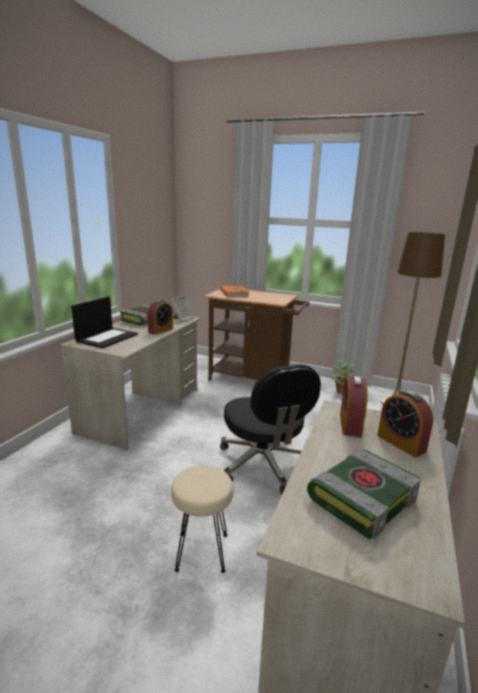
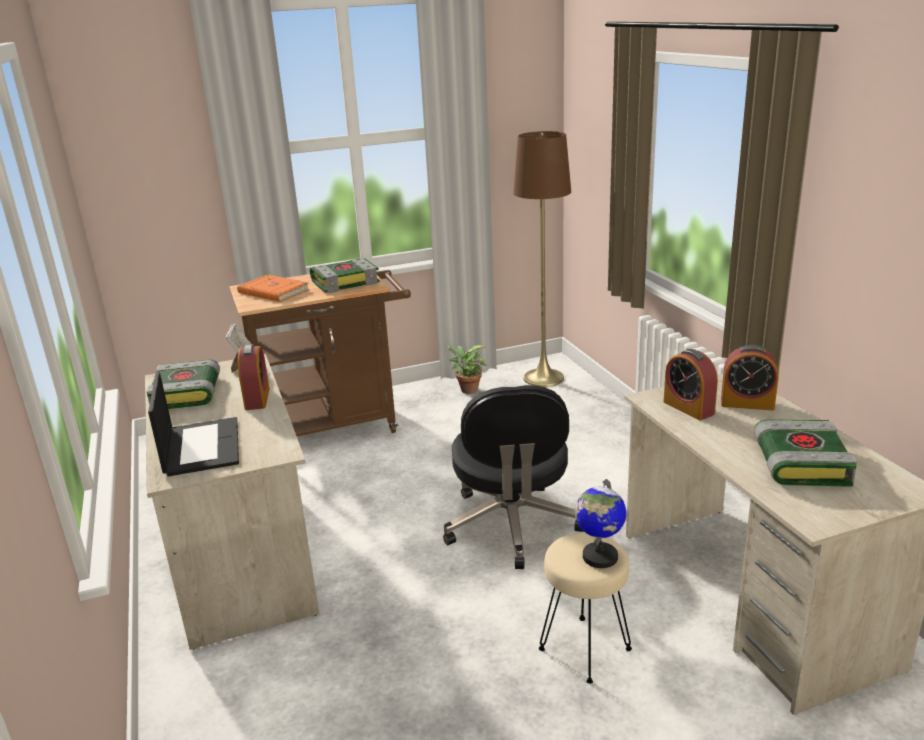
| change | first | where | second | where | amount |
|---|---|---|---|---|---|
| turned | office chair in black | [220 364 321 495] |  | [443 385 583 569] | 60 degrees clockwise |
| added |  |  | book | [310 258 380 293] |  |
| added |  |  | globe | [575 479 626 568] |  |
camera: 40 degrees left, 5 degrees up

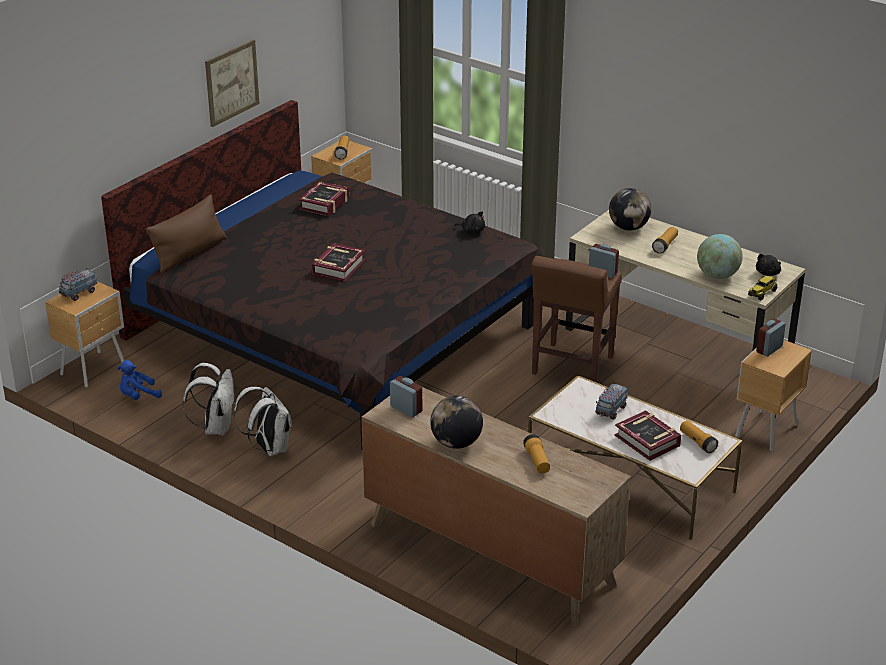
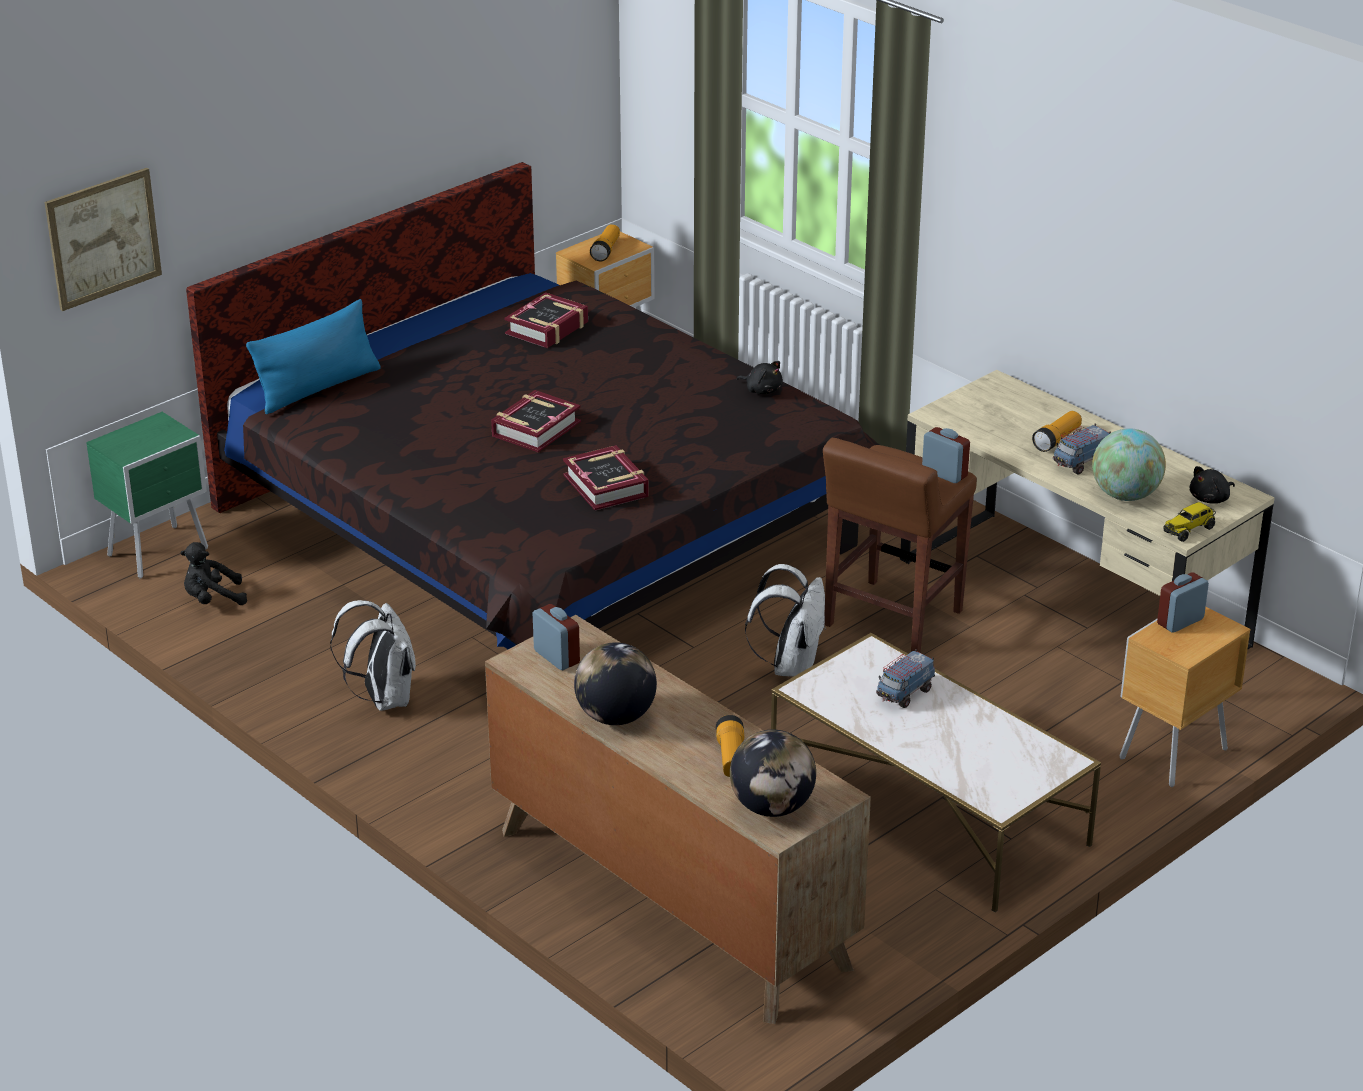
| change | first | where | second | where | amount |
|---|---|---|---|---|---|
| moved | picture | [205 40 259 127] |  | [45 168 162 311] |  |
| moved | globe | [609 188 651 231] |  | [730 730 816 817] |  |
| recoloured | pillow in brown | [146 195 226 273] | pillow in blue | [246 299 381 414] |  |
| moved | toy truck | [59 268 97 301] |  | [1053 424 1111 475] |  |
| recoloured | nightstand in brown | [45 281 125 388] | nightstand in green | [86 412 208 579] |  |
| recoloured | plush toy in blue | [117 360 162 400] | plush toy in black | [180 542 247 605] |  |
| moved | backpack in white | [182 363 235 436] |  | [745 564 826 677] |  |
| moved | book | [615 410 681 461] |  | [563 445 649 511] |  |
| removed | flashlight | [680 420 718 453] |  |  |  |
camera: 10 degrees right, 0 degrees up

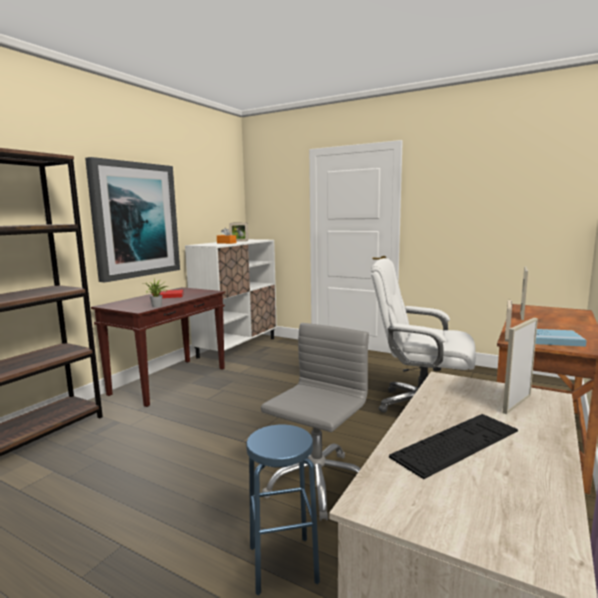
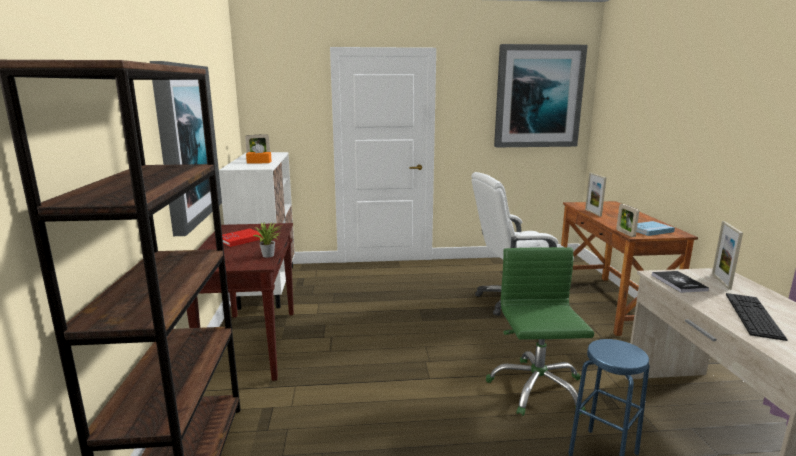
| change | first | where | second | where | amount |
|---|---|---|---|---|---|
| recoloured | office chair in grey | [261 323 369 521] | office chair in green | [486 247 594 416] |  |
| added |  |  | picture | [494 44 588 147] |  |
| added |  |  | book | [652 271 709 293] |  |
camera: 35 degrees left, 5 degrees up

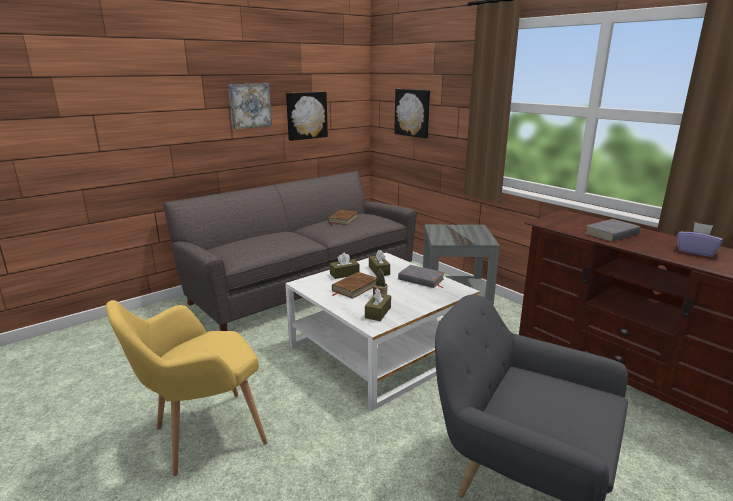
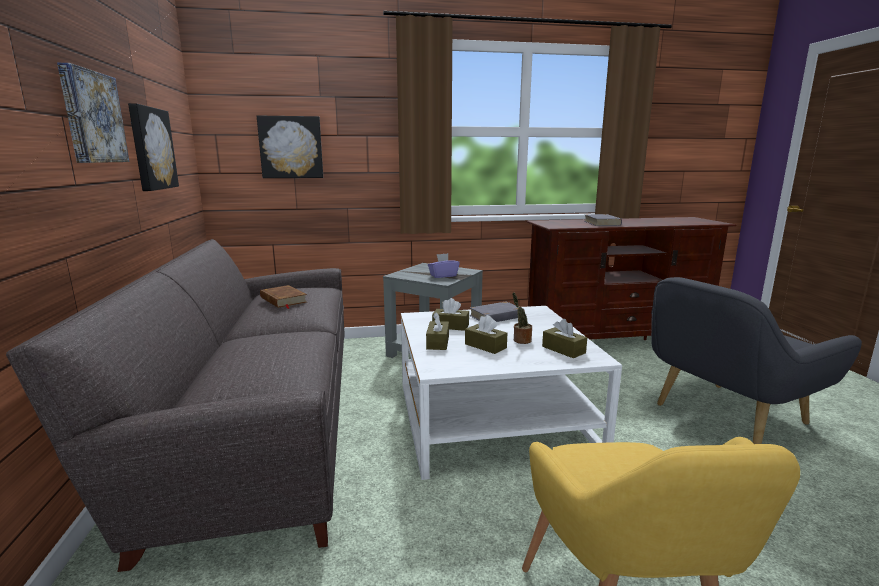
| change | first | where | second | where | amount |
|---|---|---|---|---|---|
| moved | tissue box in purple | [678 222 722 257] |  | [428 253 460 278] |  |
| replaced | book in brown | [332 272 376 299] | tissue box in brown | [465 315 507 354] |  |
camera: 60 degrees left, 5 degrees down

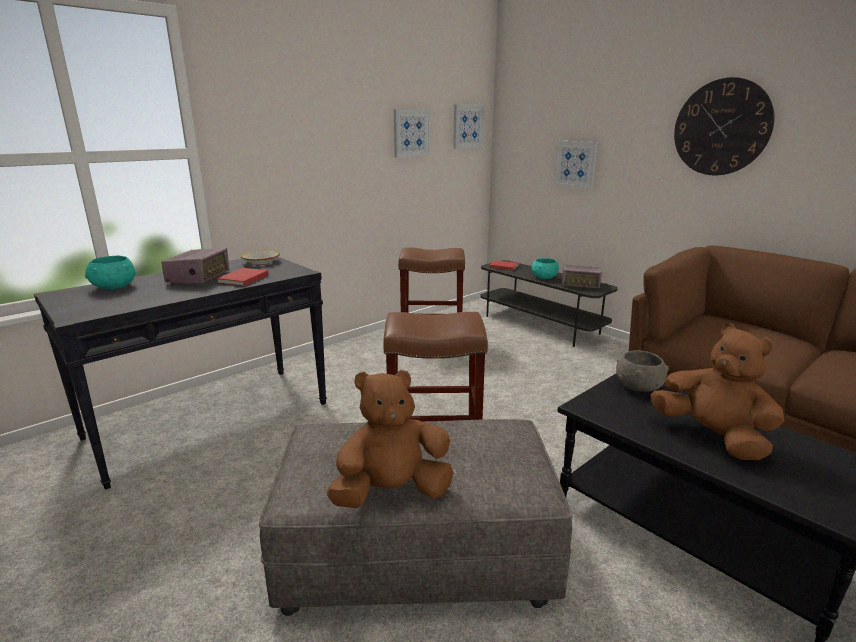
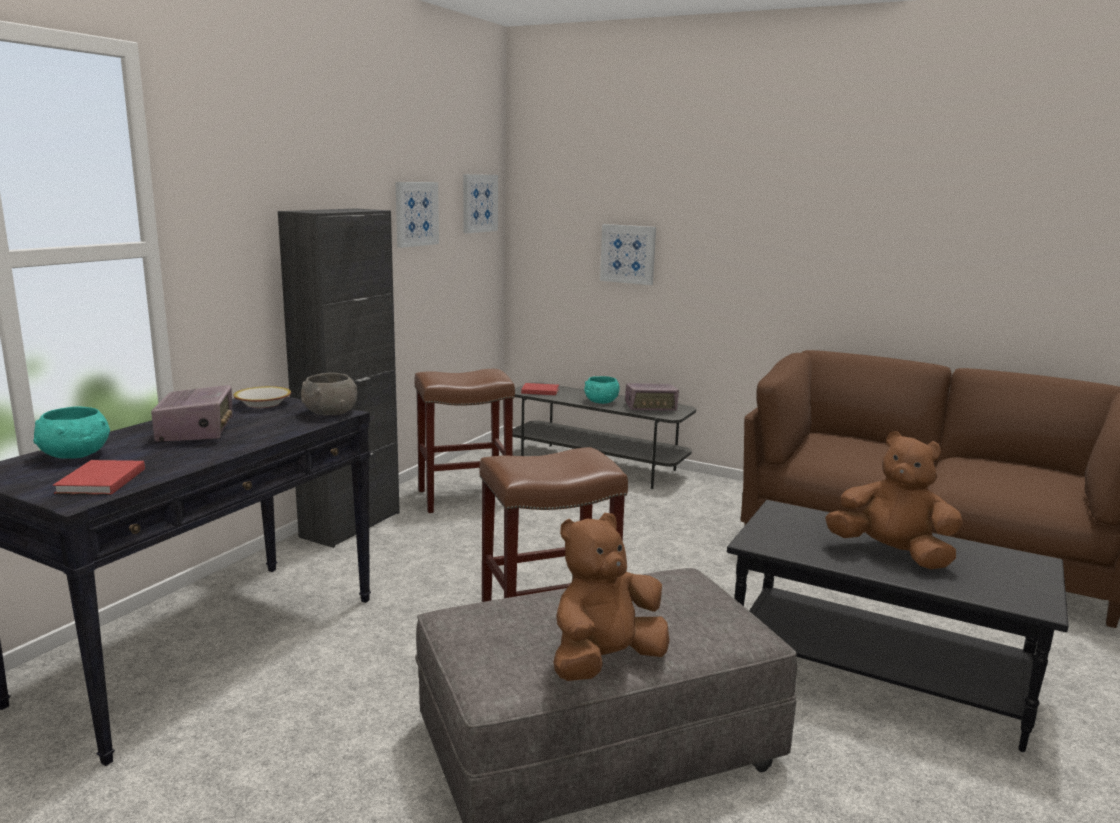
| change | first | where | second | where | amount |
|---|---|---|---|---|---|
| removed | wall clock | [674 77 774 175] |  |  |  |
| moved | book in red | [216 268 269 286] |  | [53 460 145 495] |  |
| moved | bowl in grey | [616 350 669 392] |  | [301 373 357 416] |  |
| added |  |  | cabinet in black | [278 208 400 548] |  |
camera: 20 degrees left, 5 degrees down

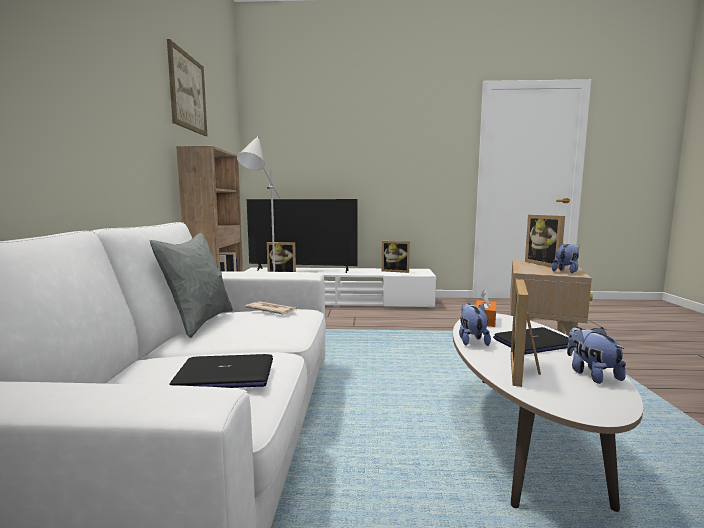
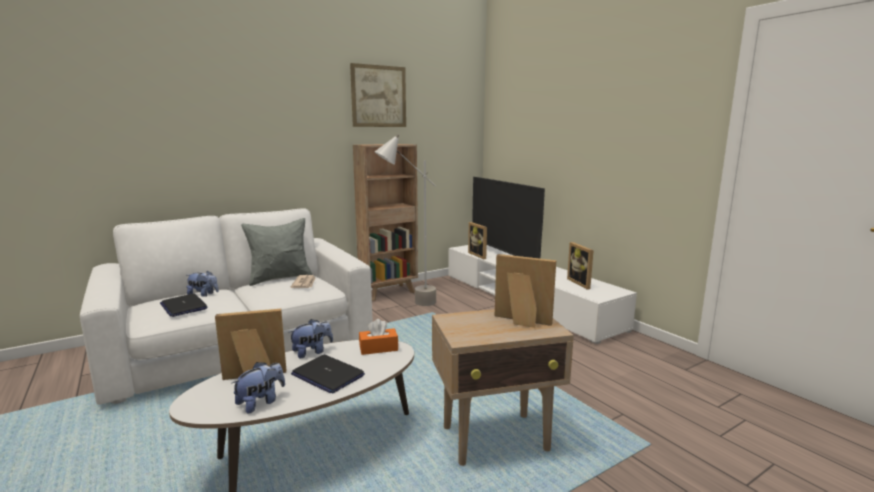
| change | first | where | second | where | amount |
|---|---|---|---|---|---|
| turned | picture frame | [525 215 565 269] |  | [495 254 556 328] | 75 degrees clockwise |
| moved | plush toy | [552 242 579 273] |  | [187 270 219 297] |  |
camera: 55 degrees right, 5 degrees up

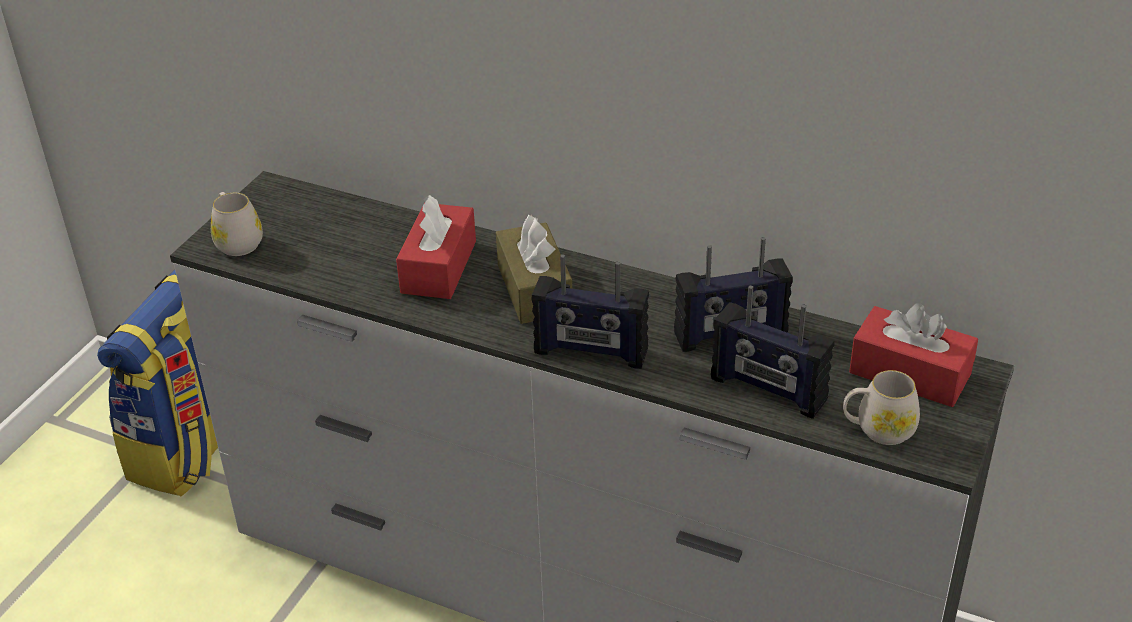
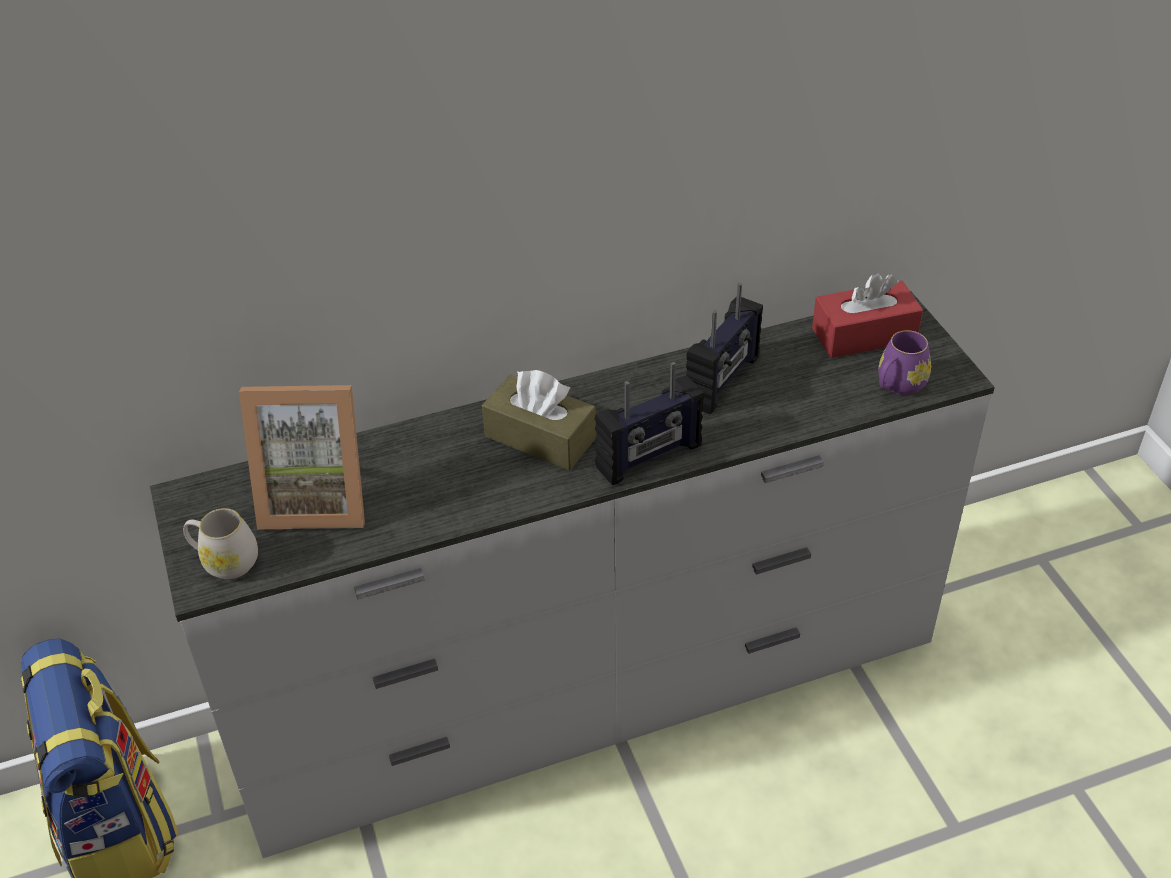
| change | first | where | second | where | amount |
|---|---|---|---|---|---|
| removed | tissue box in red | [396 195 476 299] |  |  |  |
| removed | radio | [711 286 834 419] |  |  |  |
| recoloured | mug in white | [843 370 920 445] | mug in purple | [878 330 931 395] |  |
| added |  |  | picture frame | [239 385 365 529] |  |
camera: 45 degrees left, 5 degrees up

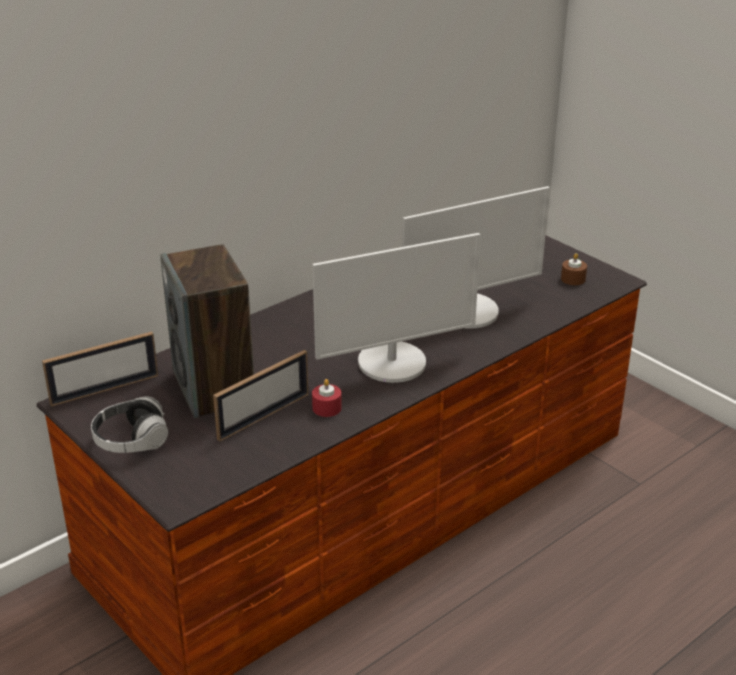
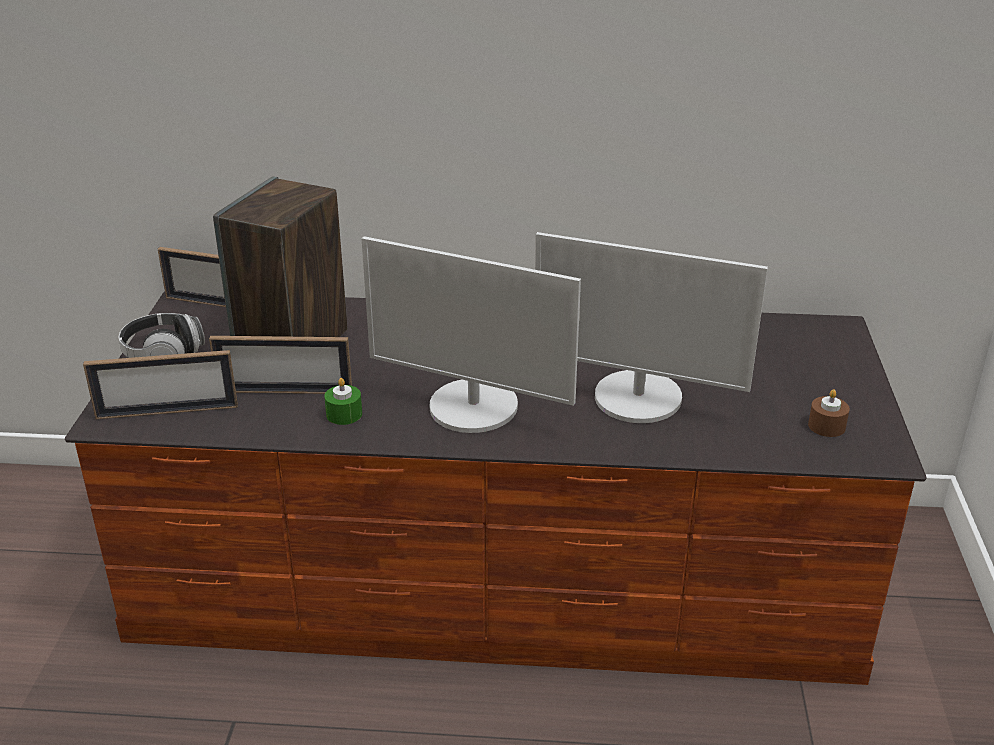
| change | first | where | second | where | amount |
|---|---|---|---|---|---|
| recoloured | candle in red | [312 379 342 417] | candle in green | [324 378 362 425] |  |
| added |  |  | picture frame | [83 350 238 419] |  |
camera: 45 degrees right, 0 degrees up

